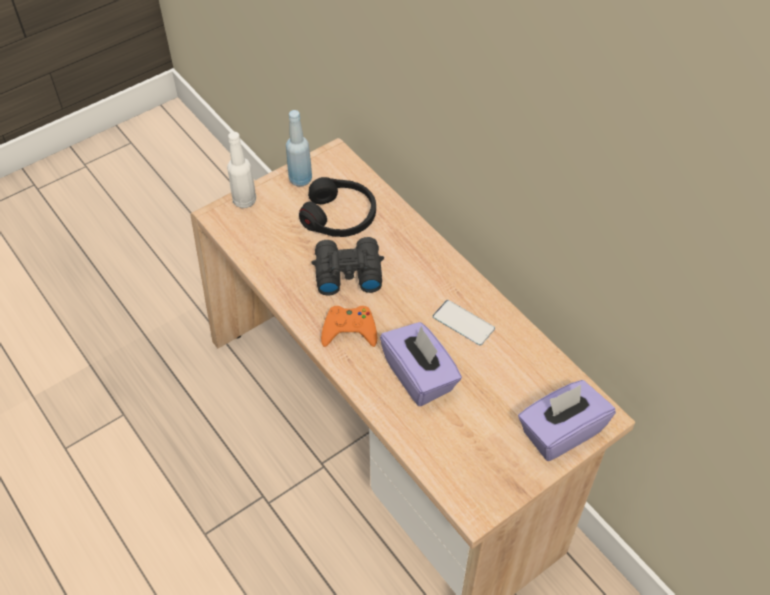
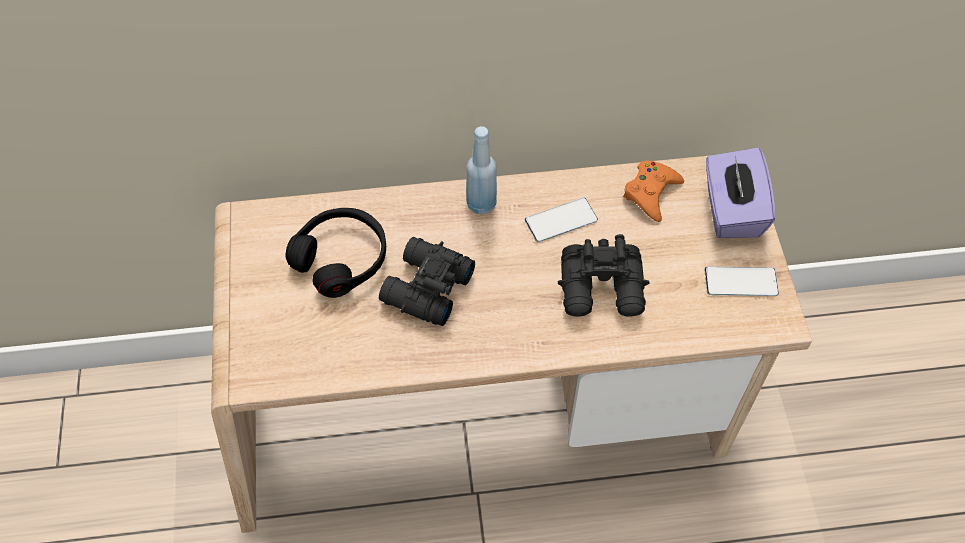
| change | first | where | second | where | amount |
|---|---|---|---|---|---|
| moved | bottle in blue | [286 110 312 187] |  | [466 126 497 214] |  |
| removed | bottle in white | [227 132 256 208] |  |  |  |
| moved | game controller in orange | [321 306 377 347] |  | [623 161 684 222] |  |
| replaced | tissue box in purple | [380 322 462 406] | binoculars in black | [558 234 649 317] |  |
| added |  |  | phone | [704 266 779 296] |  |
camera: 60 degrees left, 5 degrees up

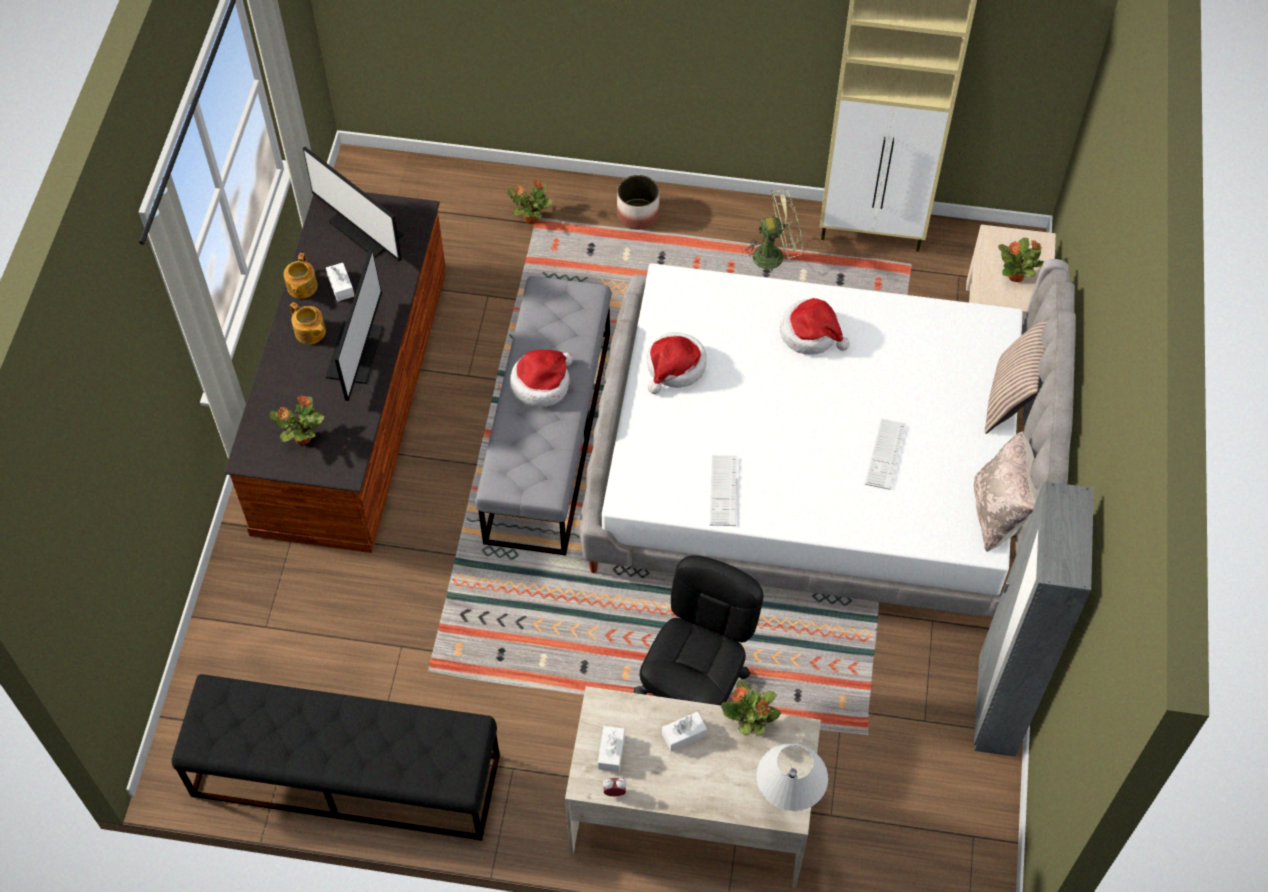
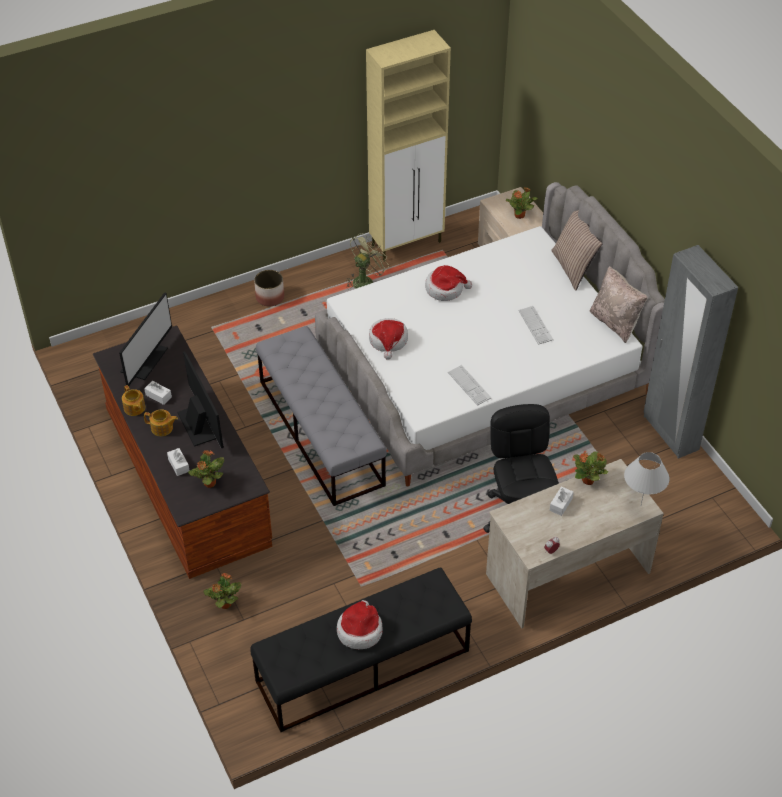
| change | first | where | second | where | amount |
|---|---|---|---|---|---|
| turned | monitor | [303 147 403 262] |  | [119 292 172 386] | 75 degrees counterclockwise |
| moved | potted plant | [508 180 553 224] |  | [203 573 242 609] |  |
| moved | hat | [510 349 573 407] |  | [337 600 383 649] |  |
| moved | tissue box in white | [598 726 625 772] |  | [167 448 189 476] |  |
camera: 35 degrees left, 10 degrees down

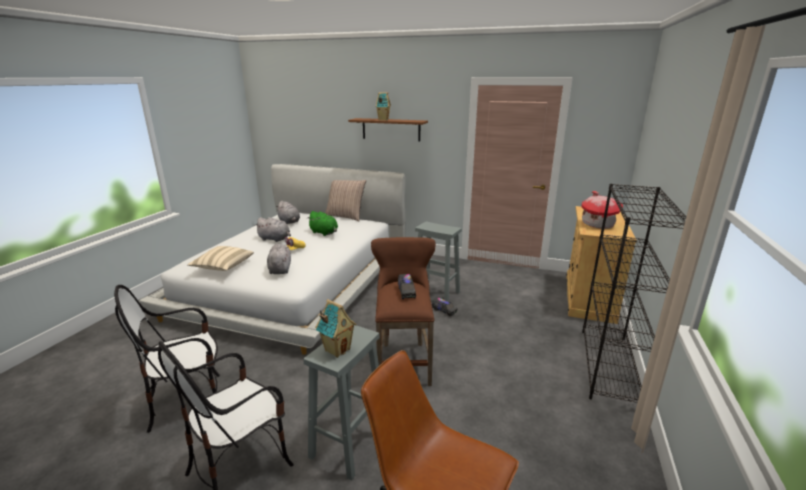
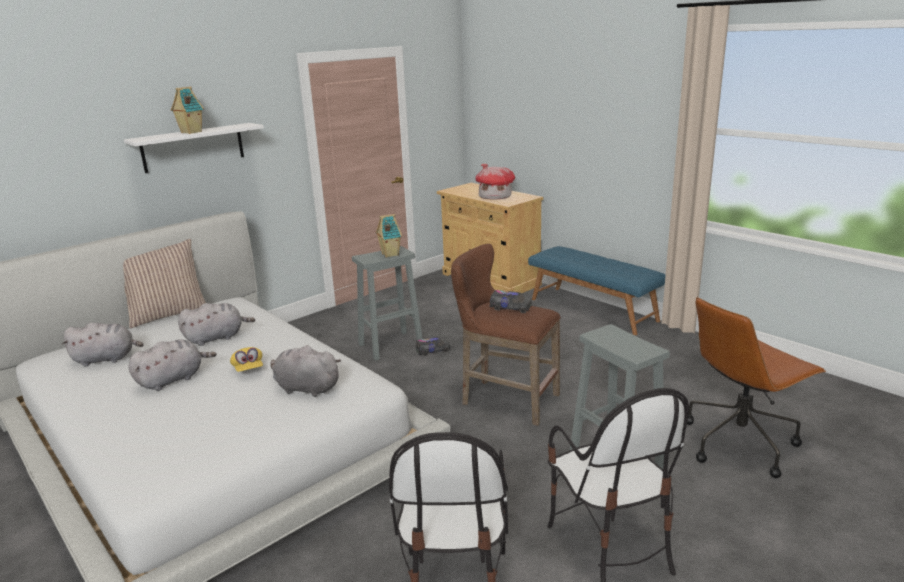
| change | first | where | second | where | amount |
|---|---|---|---|---|---|
| recoloured | shelf in brown | [348 118 428 142] | shelf in white | [124 123 264 173] |  |
| replaced | bookcase in black | [582 184 686 403] | bench in blue | [528 246 666 335] |  |
| recoloured | plush toy in green | [308 211 338 236] | plush toy in grey | [178 303 255 346] |  |
| removed | pillow in beige | [187 246 254 271] |  |  |  |
| moved | toy house | [315 299 357 358] |  | [376 214 402 257] |  |
camera: 60 degrees left, 0 degrees up

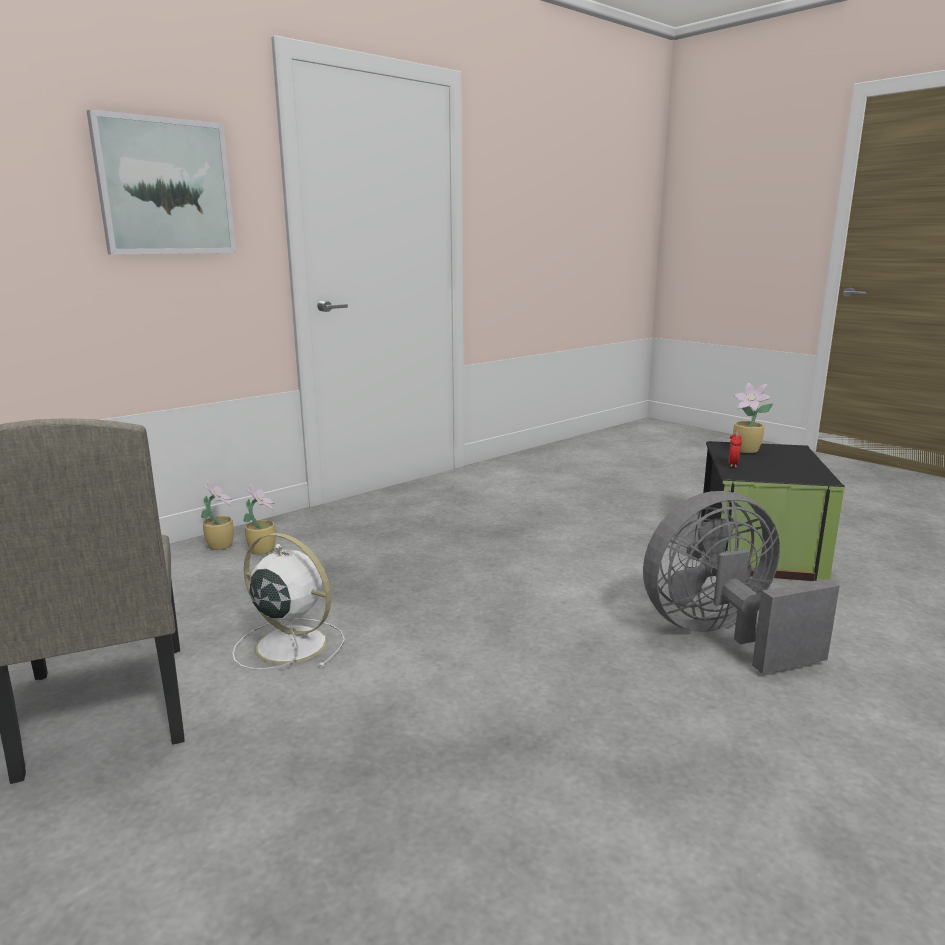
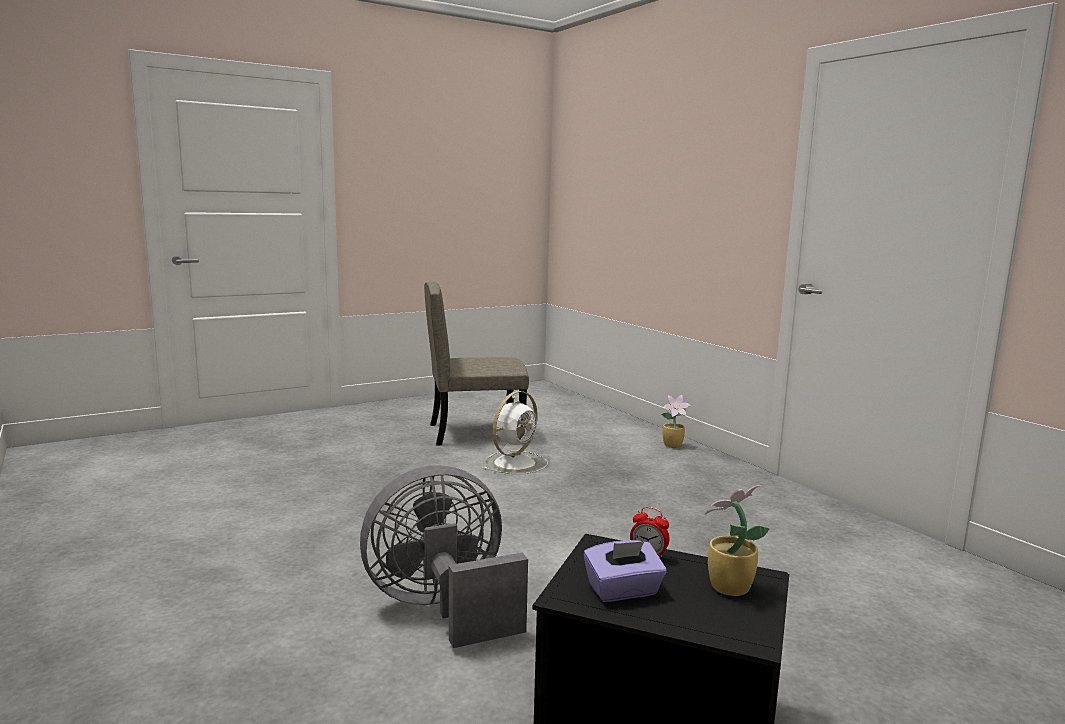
| change | first | where | second | where | amount |
|---|---|---|---|---|---|
| removed | picture | [87 109 236 255] |  |  |  |
| removed | potted plant | [243 483 276 554] |  |  |  |
| turned | fan in grey | [643 491 840 674] |  | [360 465 528 648] | 105 degrees counterclockwise |
| added |  |  | tissue box in purple | [583 540 667 602] |  |
camera: 100 degrees right, 5 degrees down

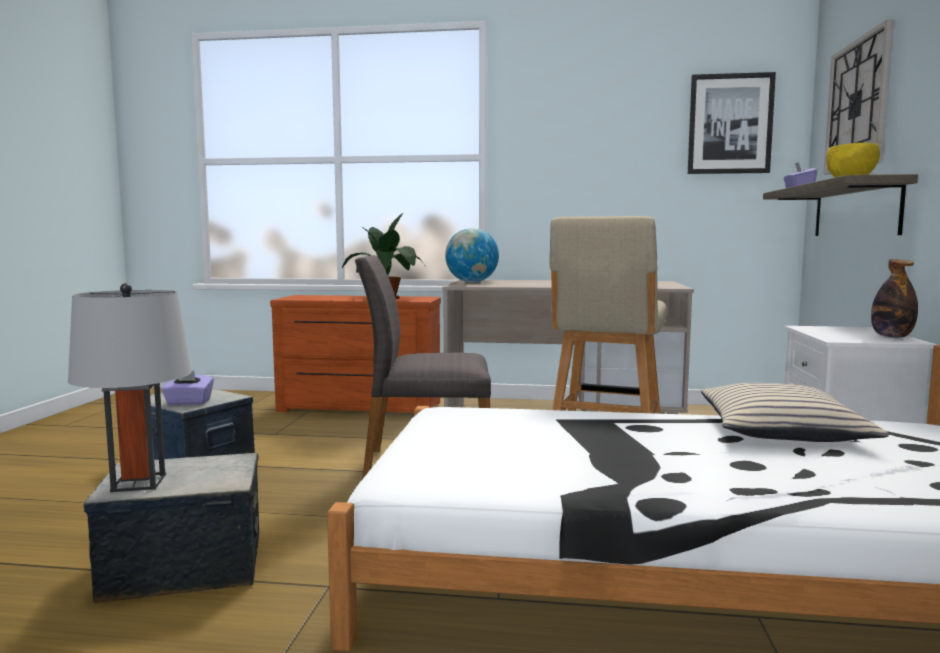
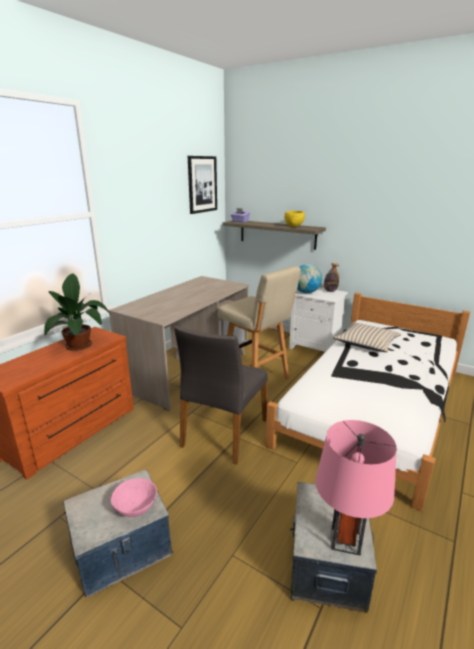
| change | first | where | second | where | amount |
|---|---|---|---|---|---|
| removed | wall clock | [823 19 894 175] |  |  |  |
| moved | globe | [445 228 499 283] |  | [297 264 322 293] |  |
| recoloured | table lamp in grey | [68 283 192 492] | table lamp in pink | [315 420 397 556] |  |
| replaced | tissue box in purple | [161 371 214 405] | bowl in pink | [111 478 157 517] |  |
camera: 65 degrees left, 15 degrees up

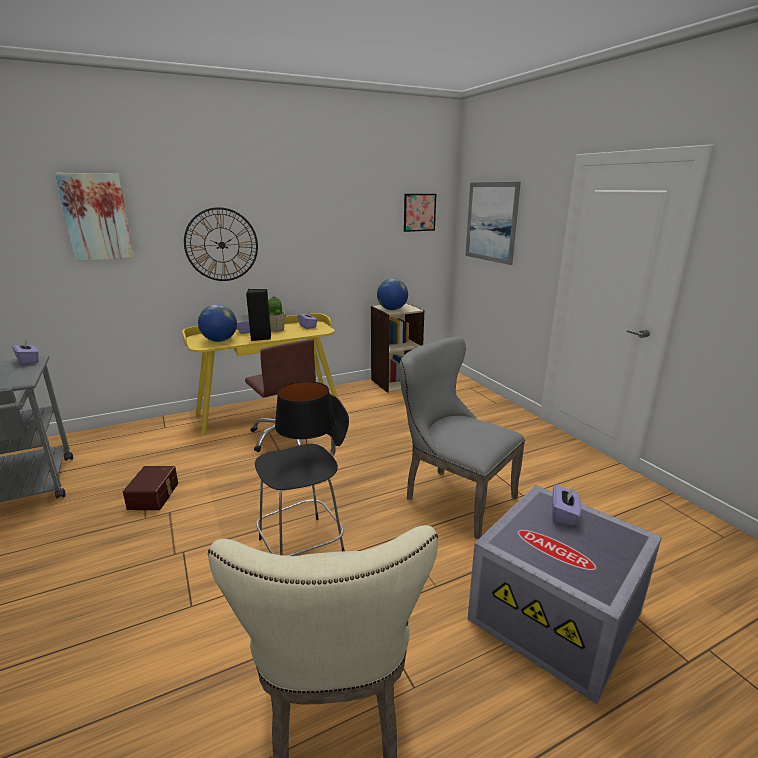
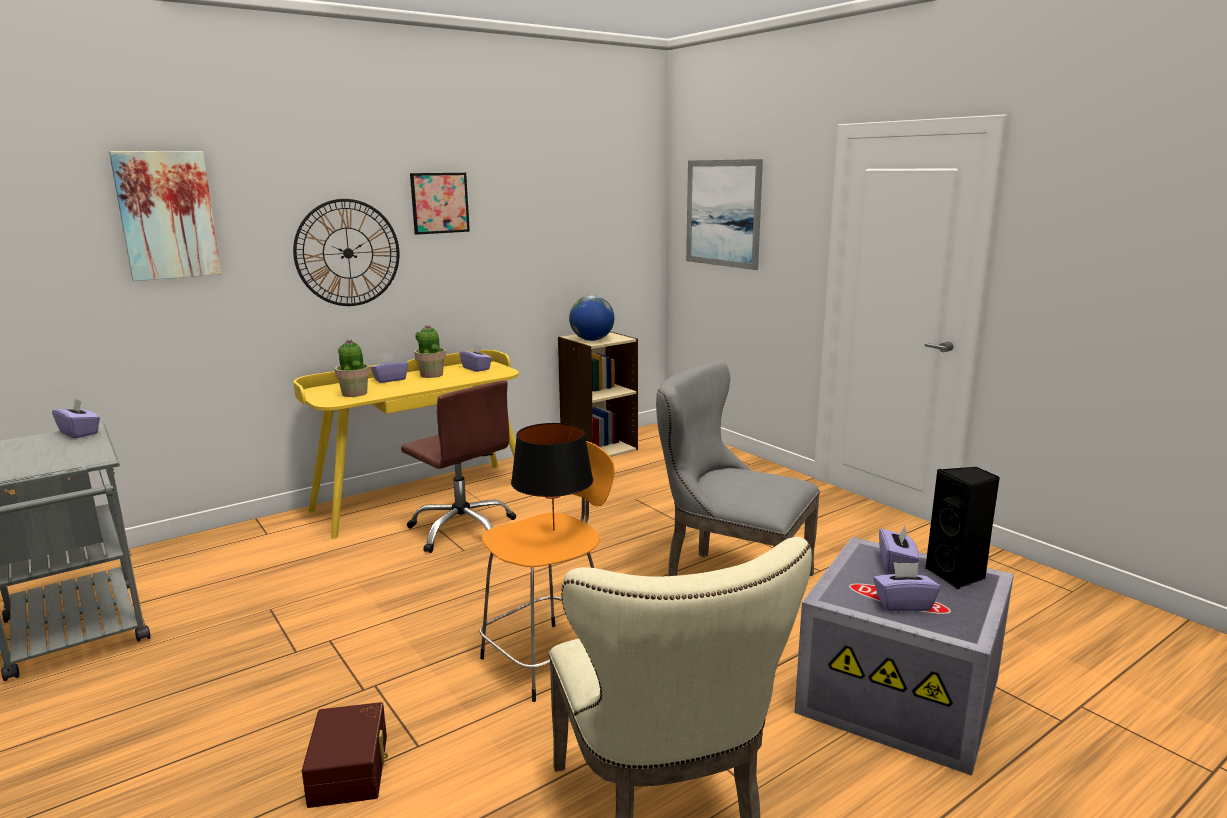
| change | first | where | second | where | amount |
|---|---|---|---|---|---|
| moved | picture | [404 194 436 232] |  | [410 173 470 235] |  |
| moved | speaker in black | [246 289 271 341] |  | [925 467 1000 589] |  |
| replaced | globe | [198 305 237 342] | potted plant | [335 339 370 397] |  |
| recoloured | stool in black | [255 394 349 556] | stool in orange | [479 441 615 702] |  |
| moved | storage box in brown | [123 466 178 510] |  | [302 702 388 808] |  |
| added |  |  | tissue box in purple | [873 562 940 611] |  |
camera: 10 degrees left, 5 degrees down

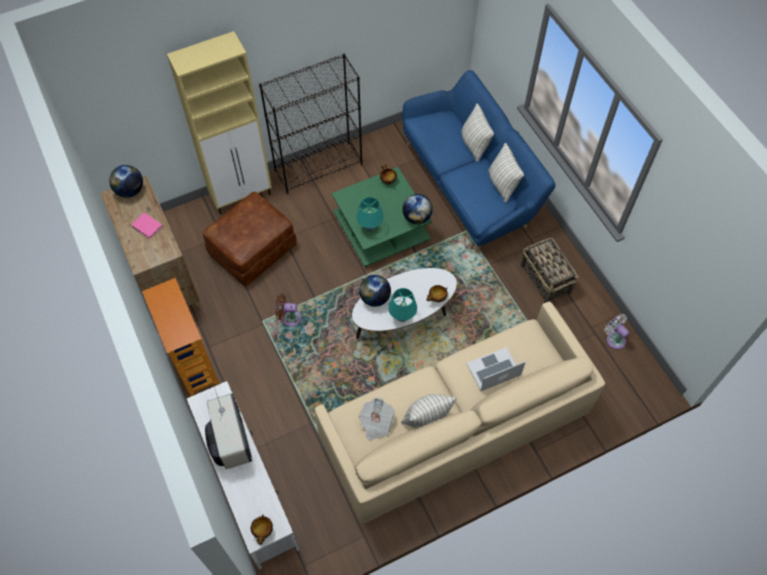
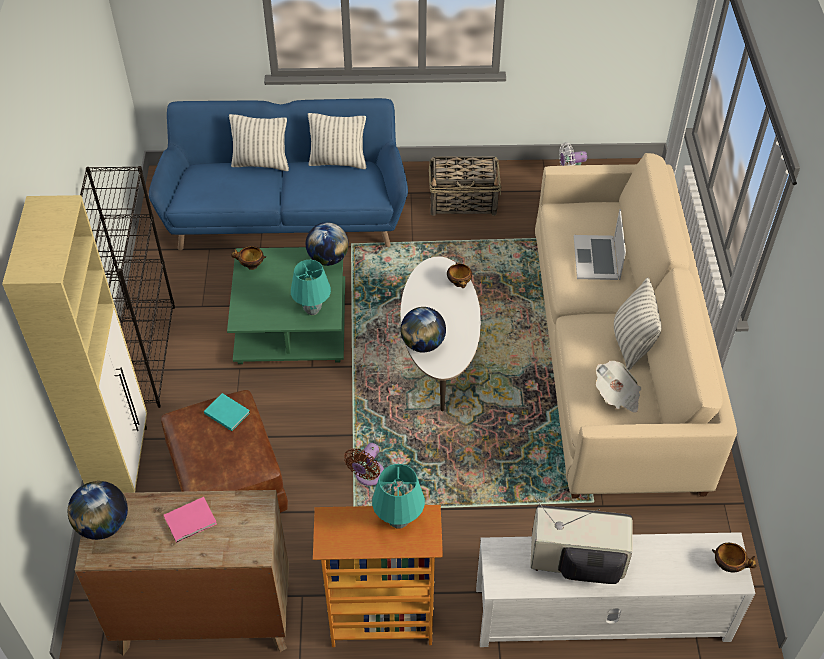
| change | first | where | second | where | amount |
|---|---|---|---|---|---|
| moved | table lamp in turquoise | [388 288 417 322] |  | [372 464 425 529] |  |
| added |  |  | book in turquoise | [204 393 250 431] |  |
camera: 65 degrees left, 10 degrees down

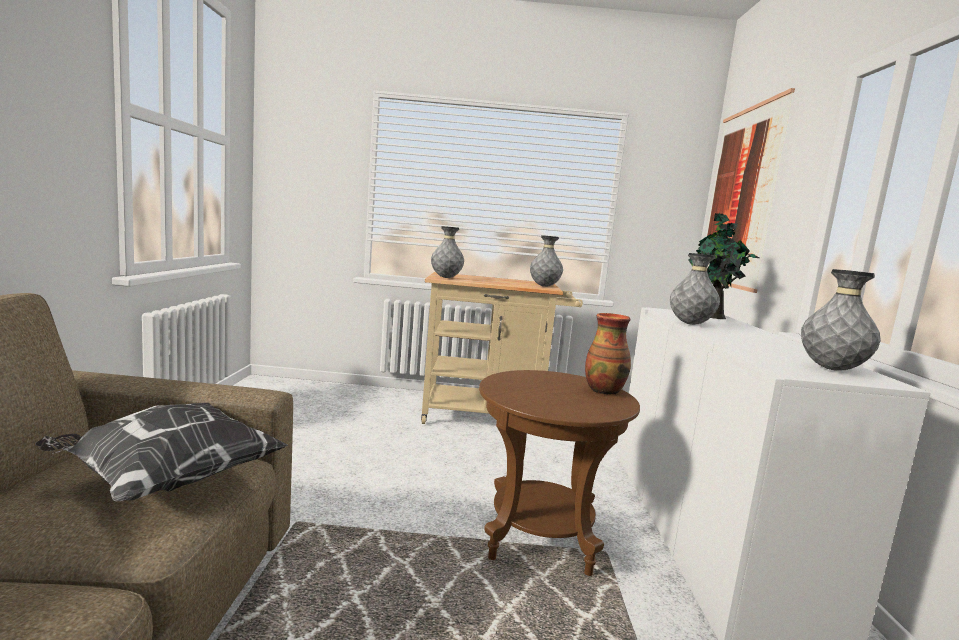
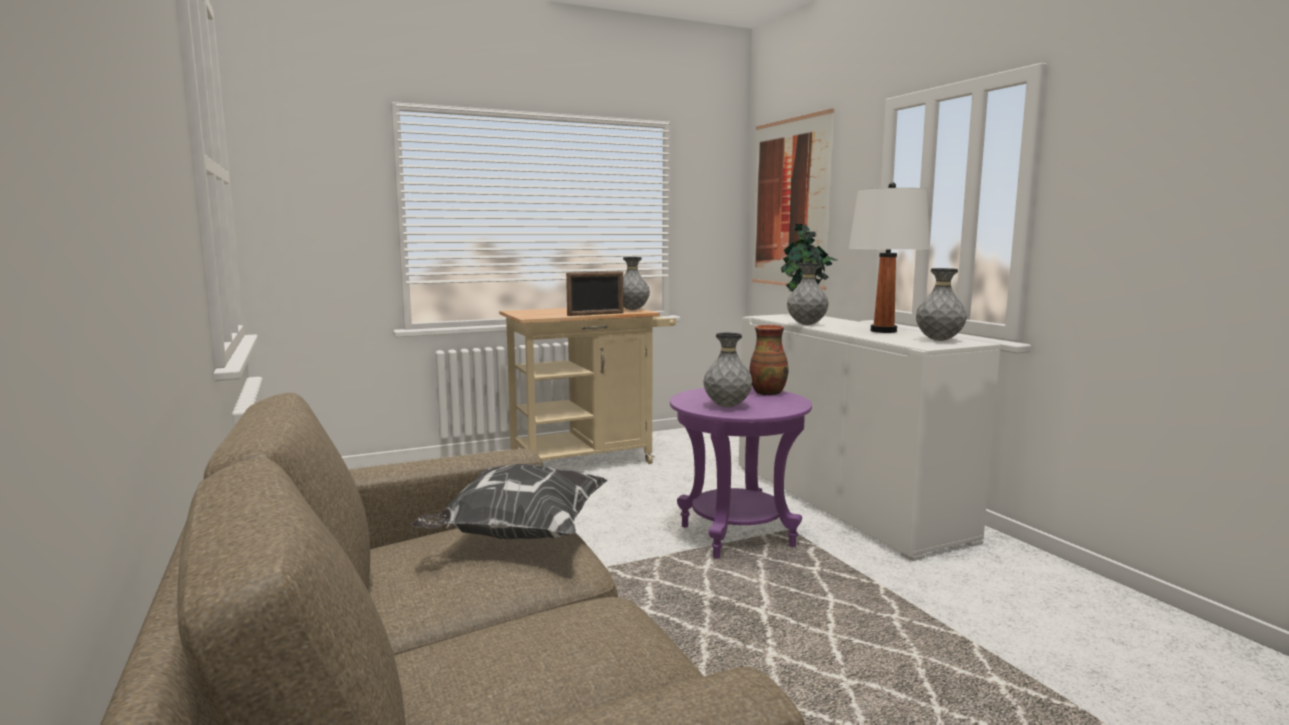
| change | first | where | second | where | amount |
|---|---|---|---|---|---|
| moved | vase in grey | [431 226 464 278] |  | [704 333 752 407] |  |
| recoloured | side table in brown | [479 370 640 576] | side table in purple | [670 387 812 559] |  |
| added |  |  | table lamp in white | [849 182 930 333] |  |
| added |  |  | picture frame | [566 271 623 316] |  |
camera: 25 degrees left, 0 degrees up

